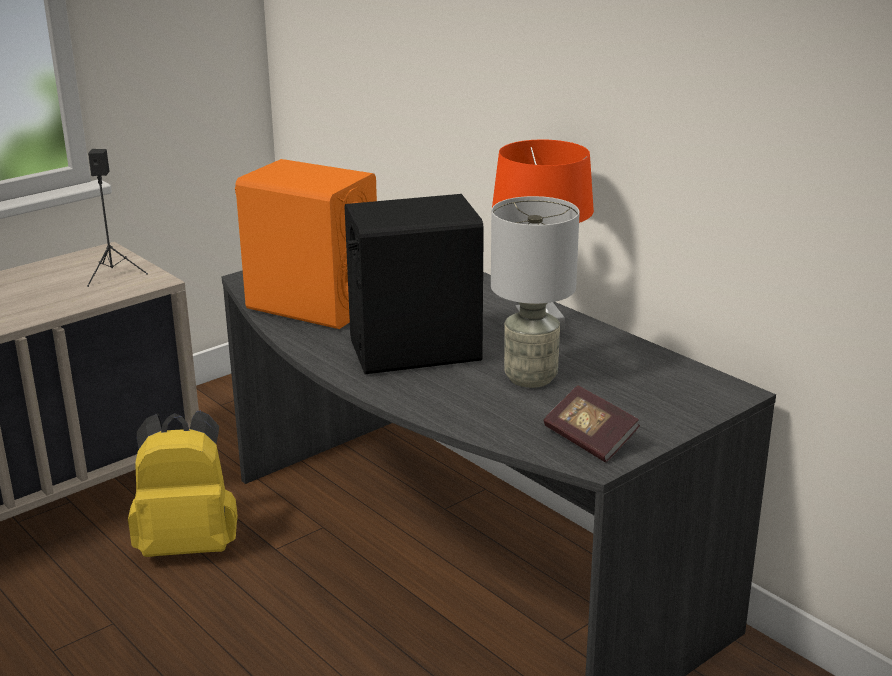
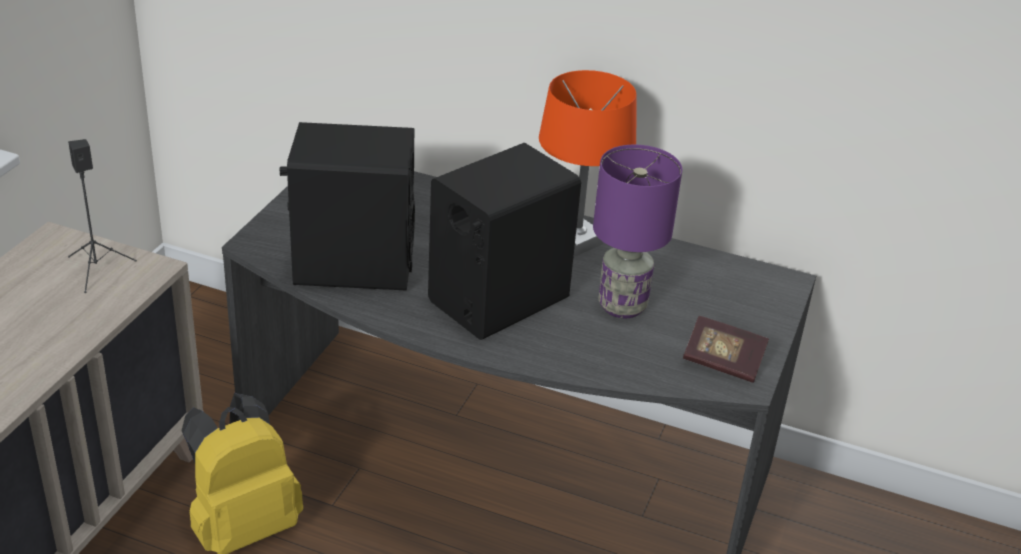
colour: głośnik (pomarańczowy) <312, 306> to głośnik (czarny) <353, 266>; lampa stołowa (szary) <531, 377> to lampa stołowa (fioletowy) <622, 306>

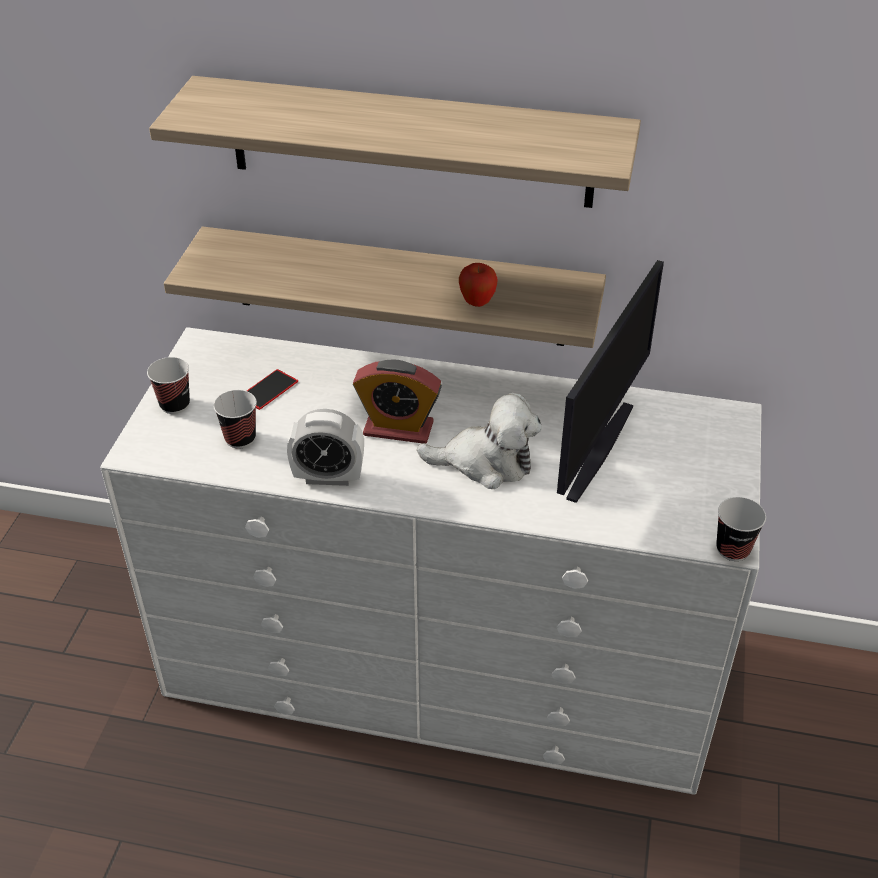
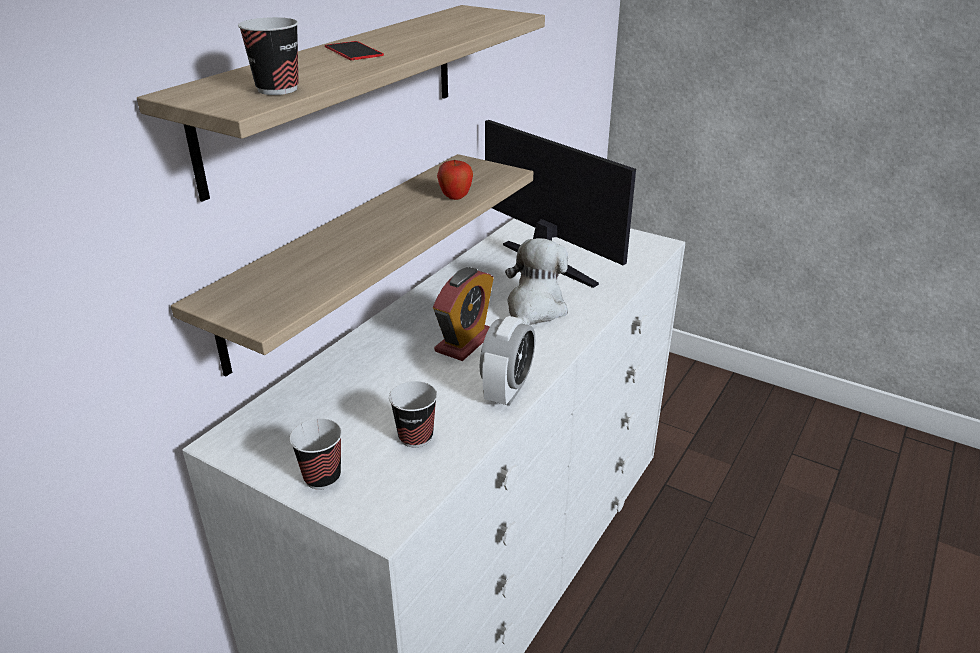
relocated: filiżanka <733, 549> to <277, 89>; telefon <268, 389> to <353, 51>

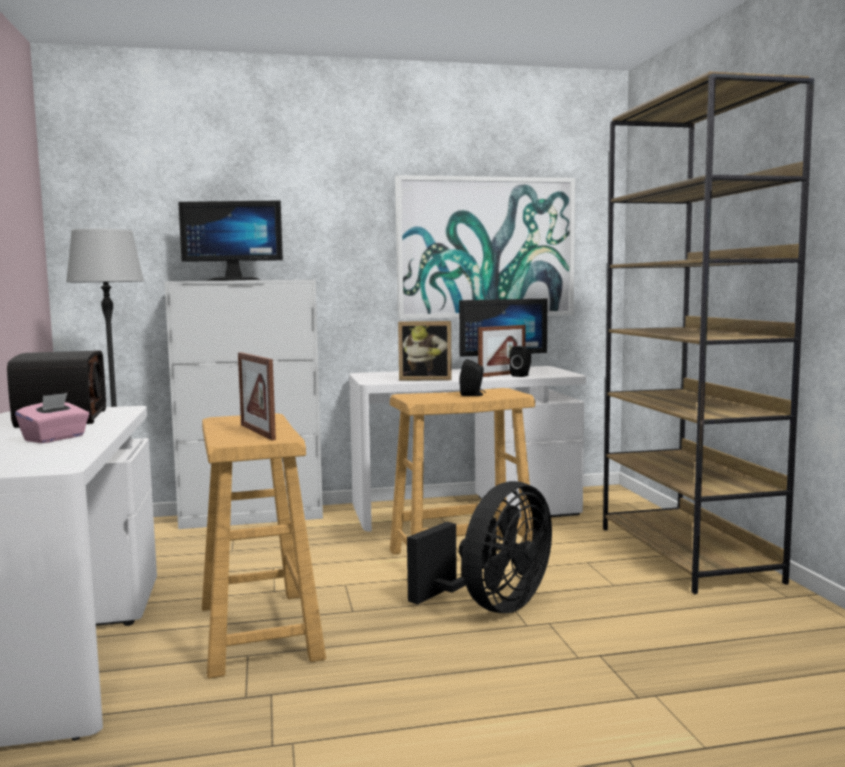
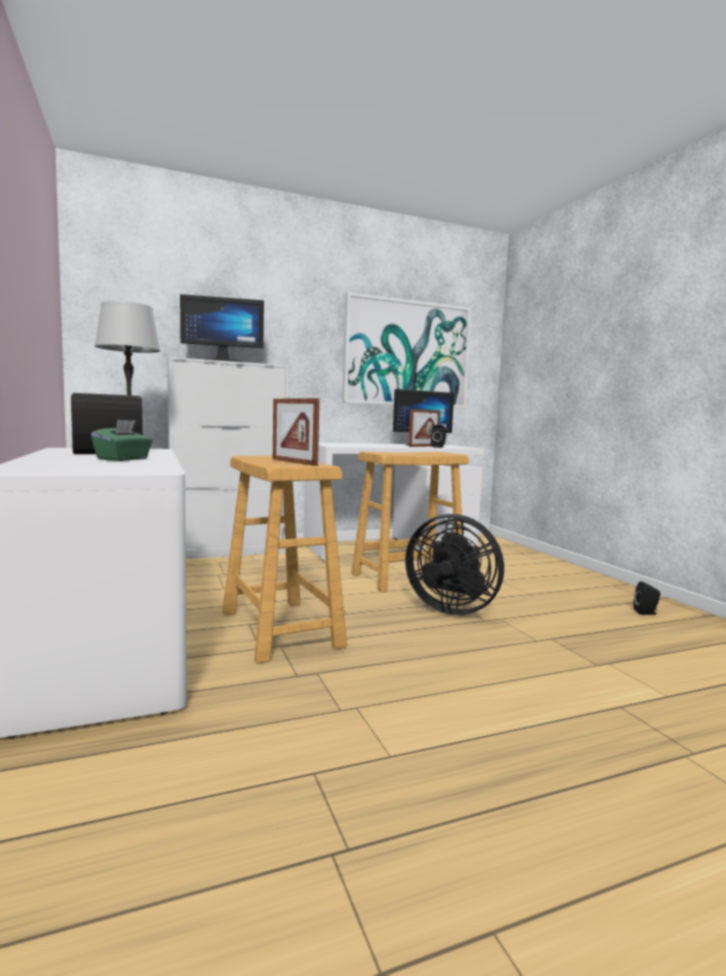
missing: ramka na zdjęcie <425, 379>; regał (brązowy) <687, 554>
relocated: głośnik (czarny) <473, 395> to <646, 613>
colour: pudełko chusteczek (różowy) <55, 438> to pudełko chusteczek (zielony) <123, 459>
spun: wentylator (czarny) <492, 606> = <451, 608> 90 degrees clockwise

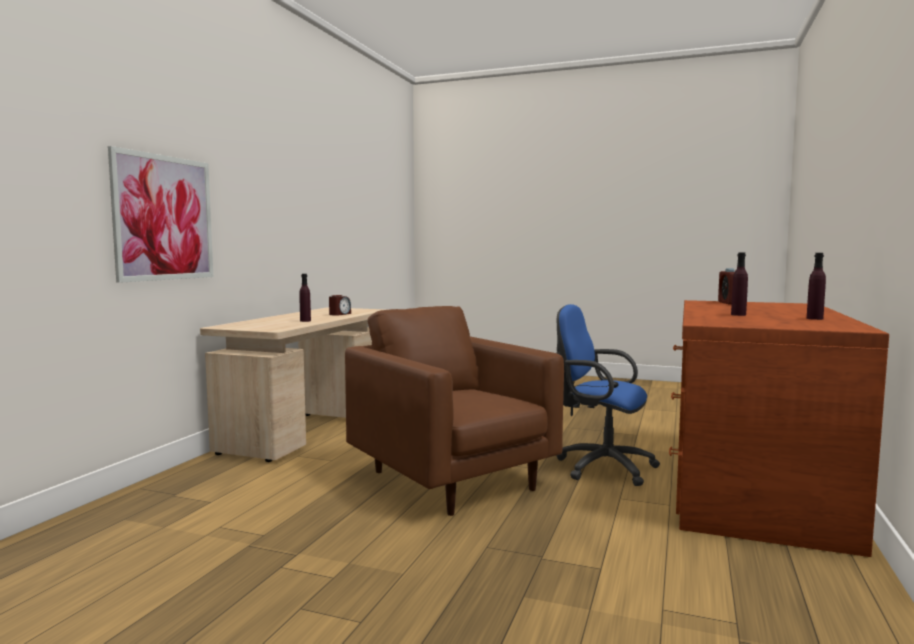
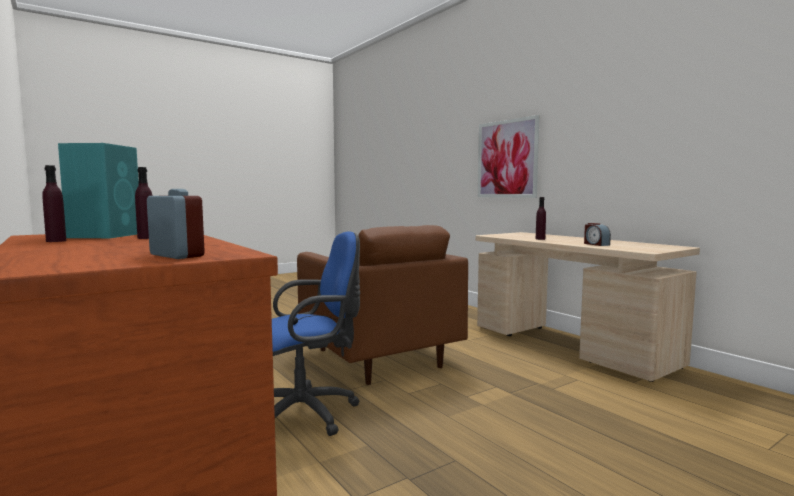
appeared: głośnik (turkusowy) <106, 235>
spun: fotel (brązowy) <453, 480> = <378, 358> 60 degrees clockwise

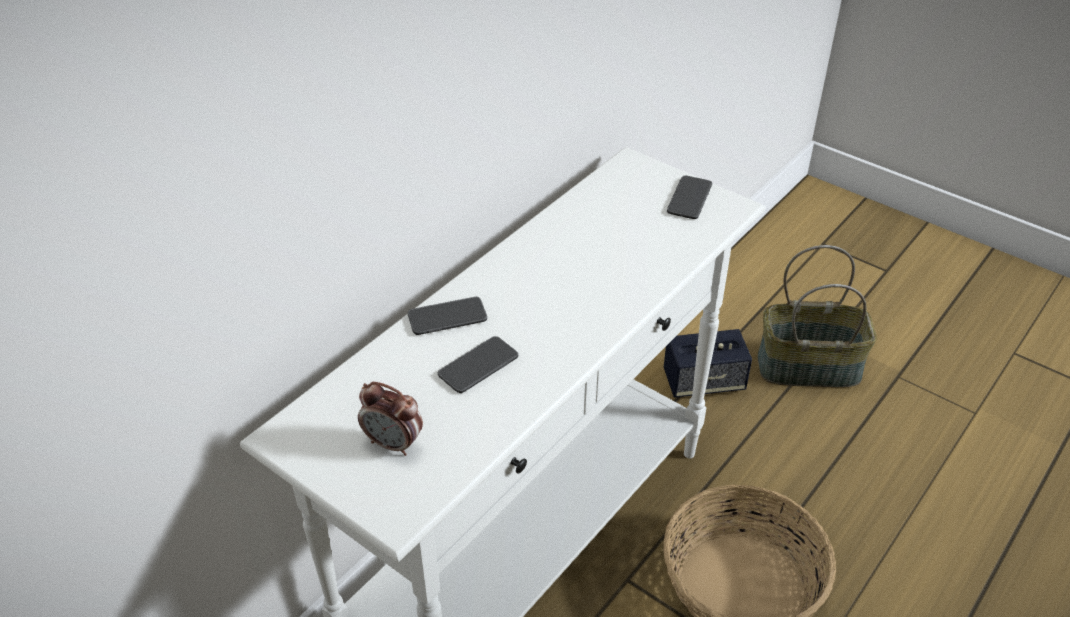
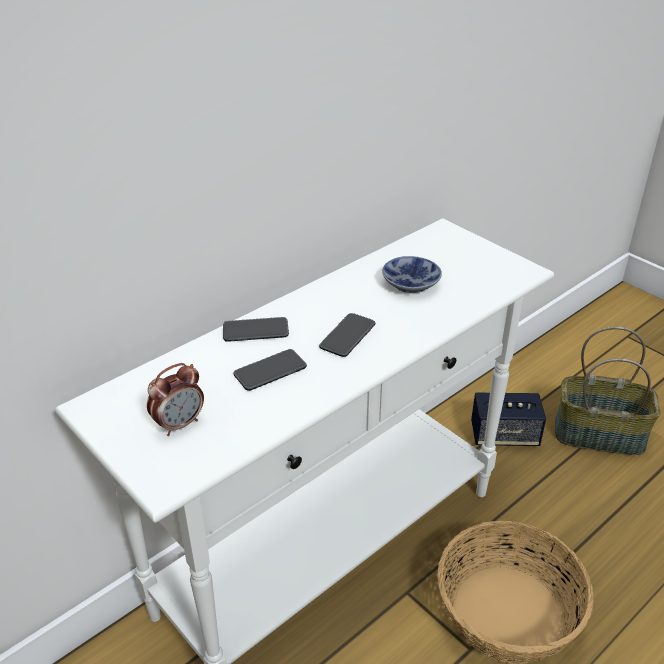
appeared: miska <413, 284>
relocated: telefon <689, 198> to <347, 336>
spun: budzik <393, 443> = <179, 424> 75 degrees counterclockwise

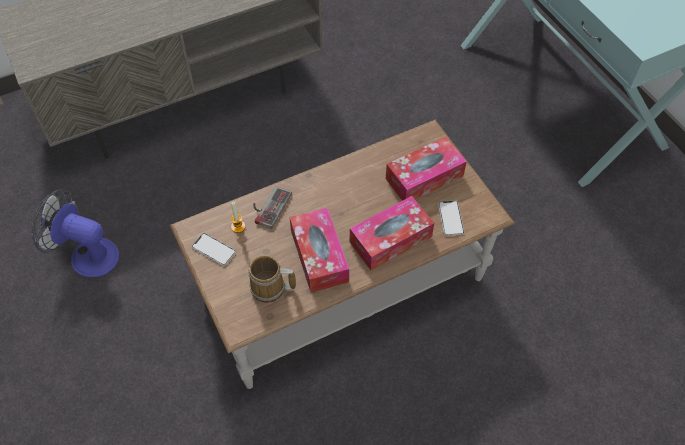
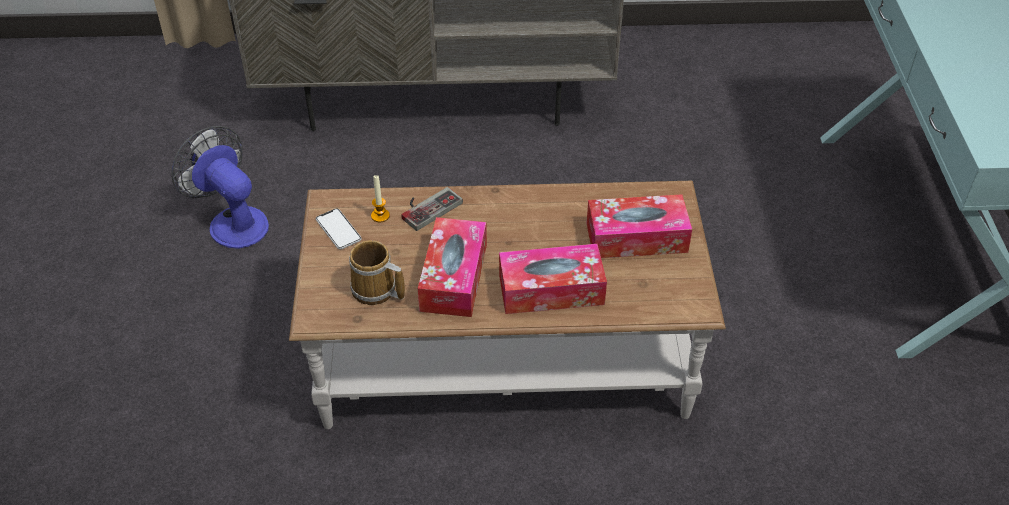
missing: telefon <450, 218>

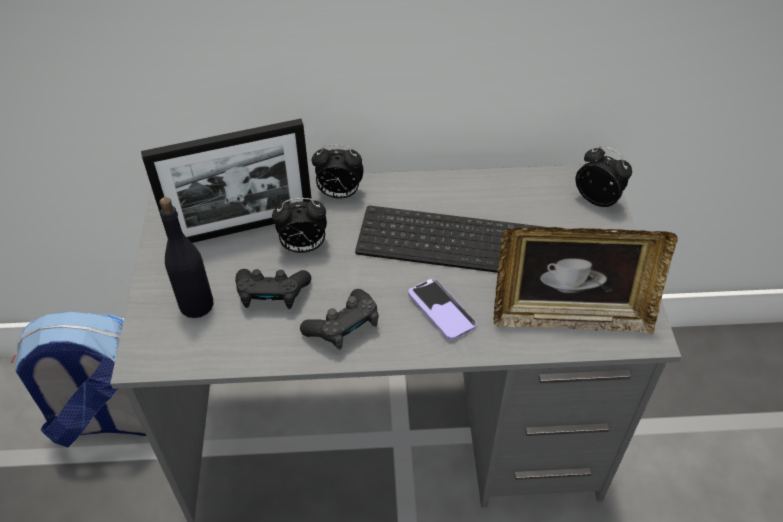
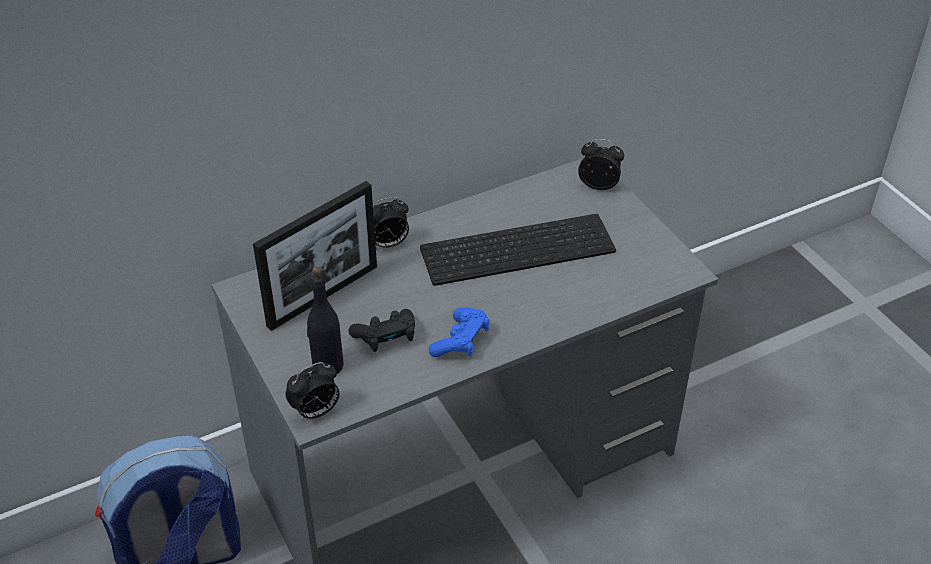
missing: telefon <441, 310>; ramka na zdjęcie <570, 317>
relocated: budzik <303, 247> to <315, 412>
colour: pad do gier (czarny) <344, 327> to pad do gier (niebieski) <461, 341>

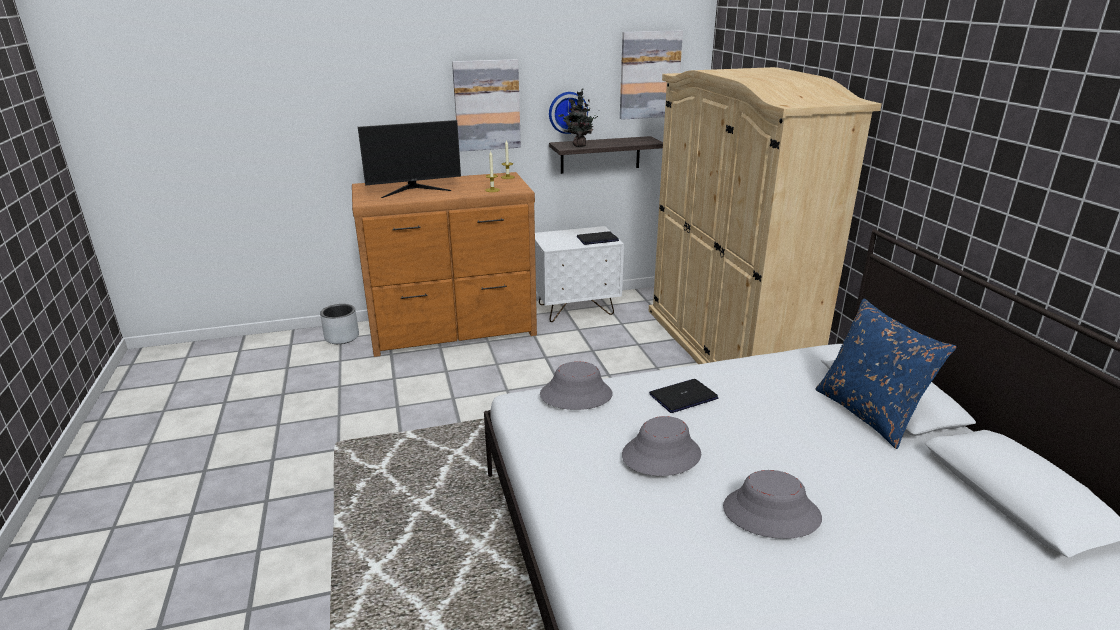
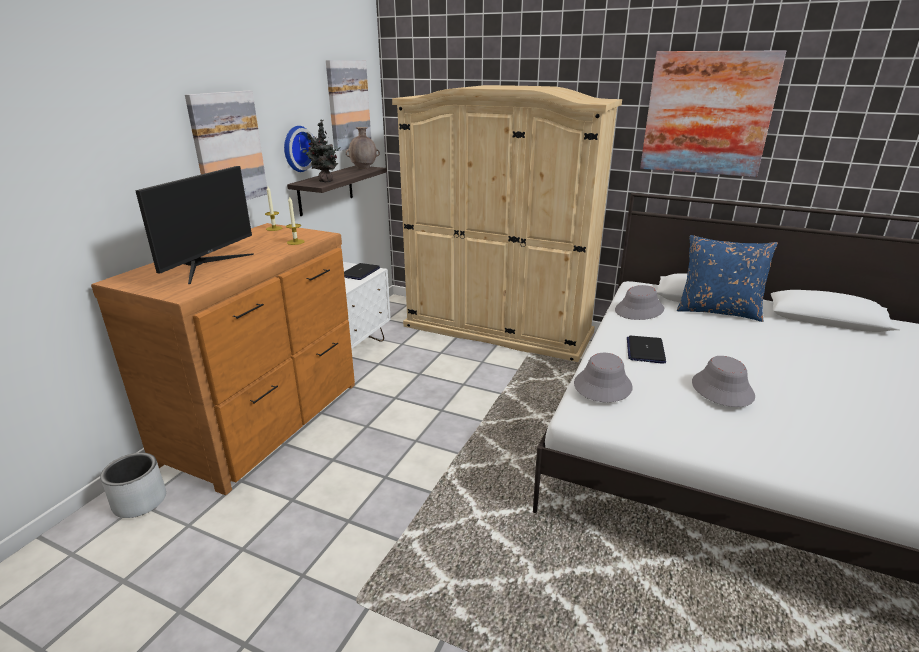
appeared: wazon (brązowy) <364, 168>; obraz <707, 114>
relocated: kapelusz (szary) <771, 513> to <639, 310>

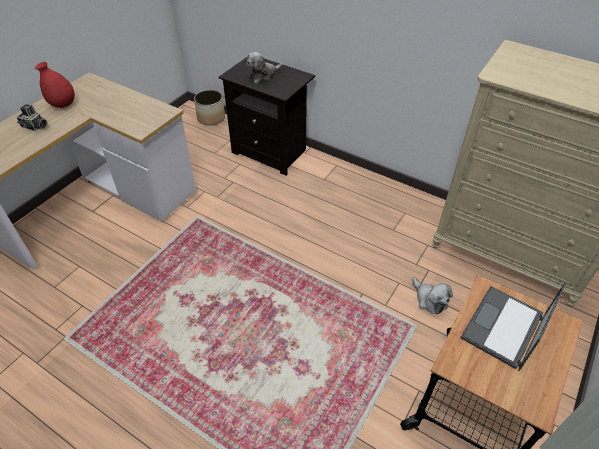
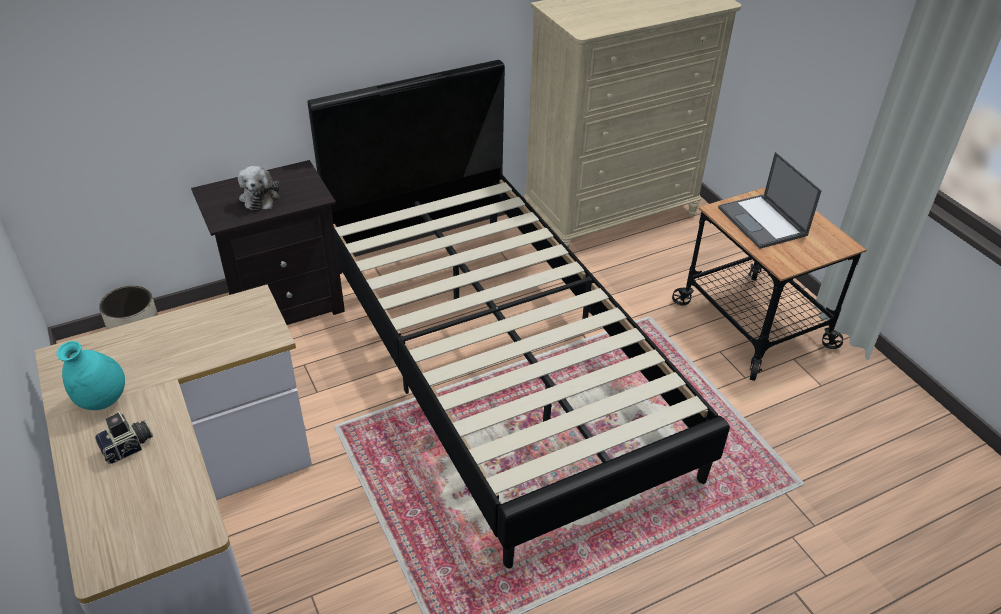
missing: pluszak <429, 300>
appeared: łóżko (czarny) <499, 362>
colour: wazon (czerwony) <63, 105> to wazon (turkusowy) <102, 401>

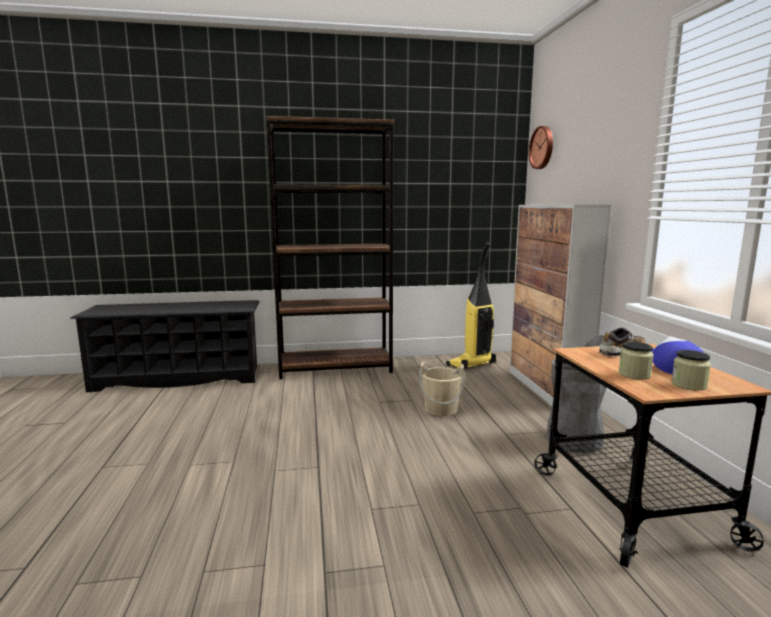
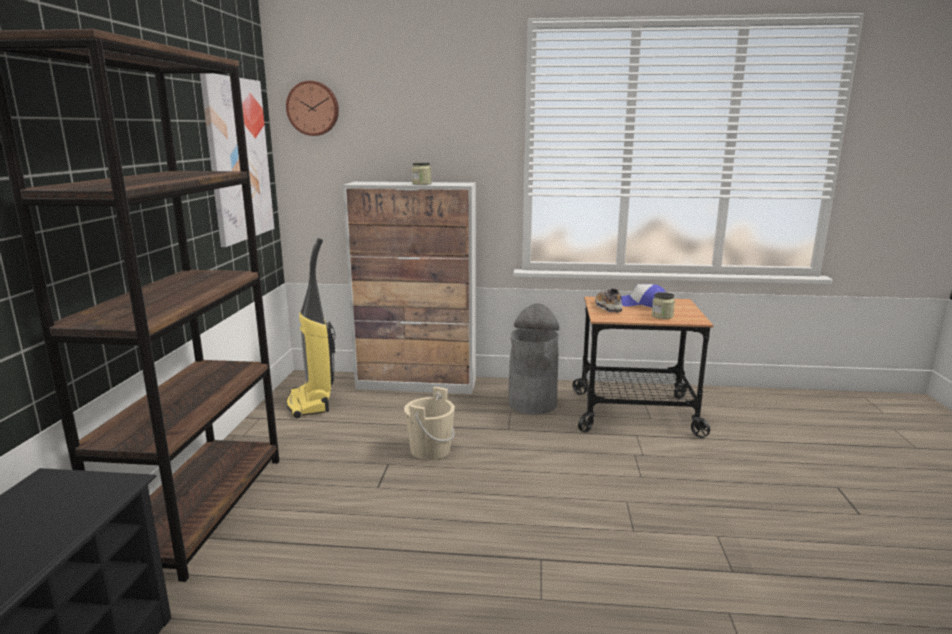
appeared: obraz <237, 160>
relocated: słoik <688, 385> to <421, 184>

